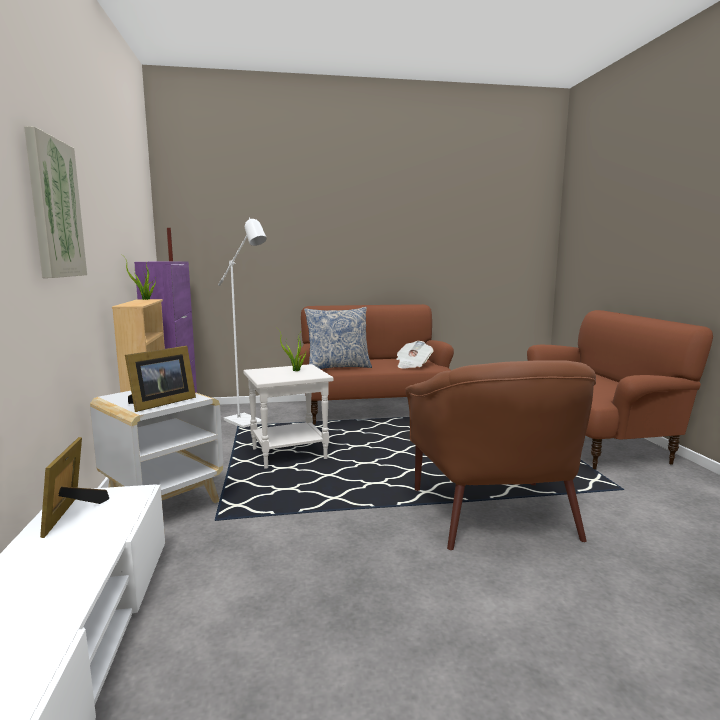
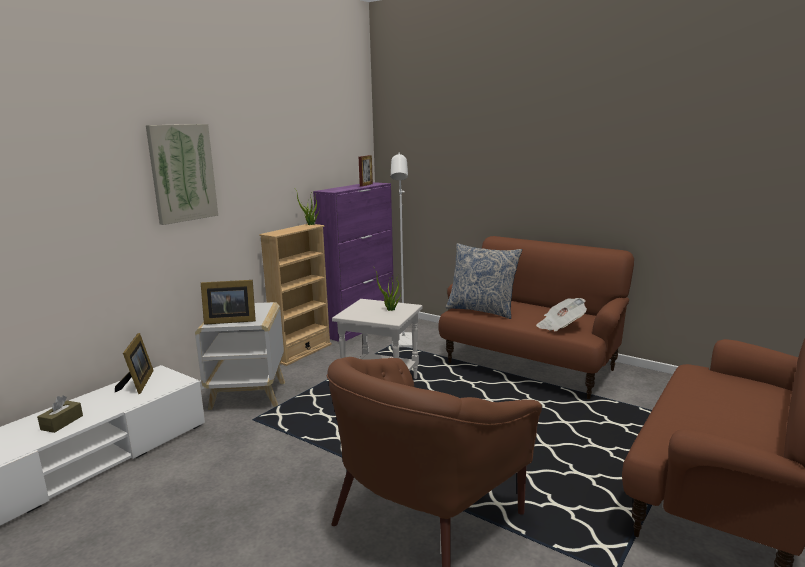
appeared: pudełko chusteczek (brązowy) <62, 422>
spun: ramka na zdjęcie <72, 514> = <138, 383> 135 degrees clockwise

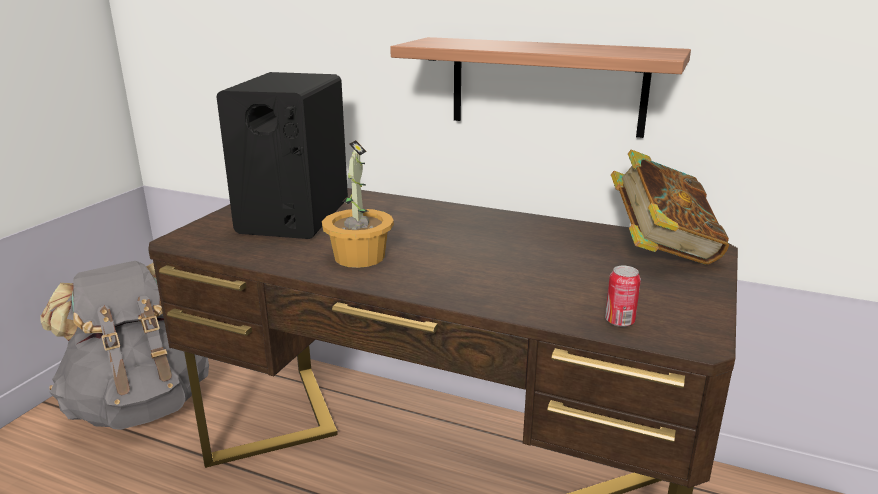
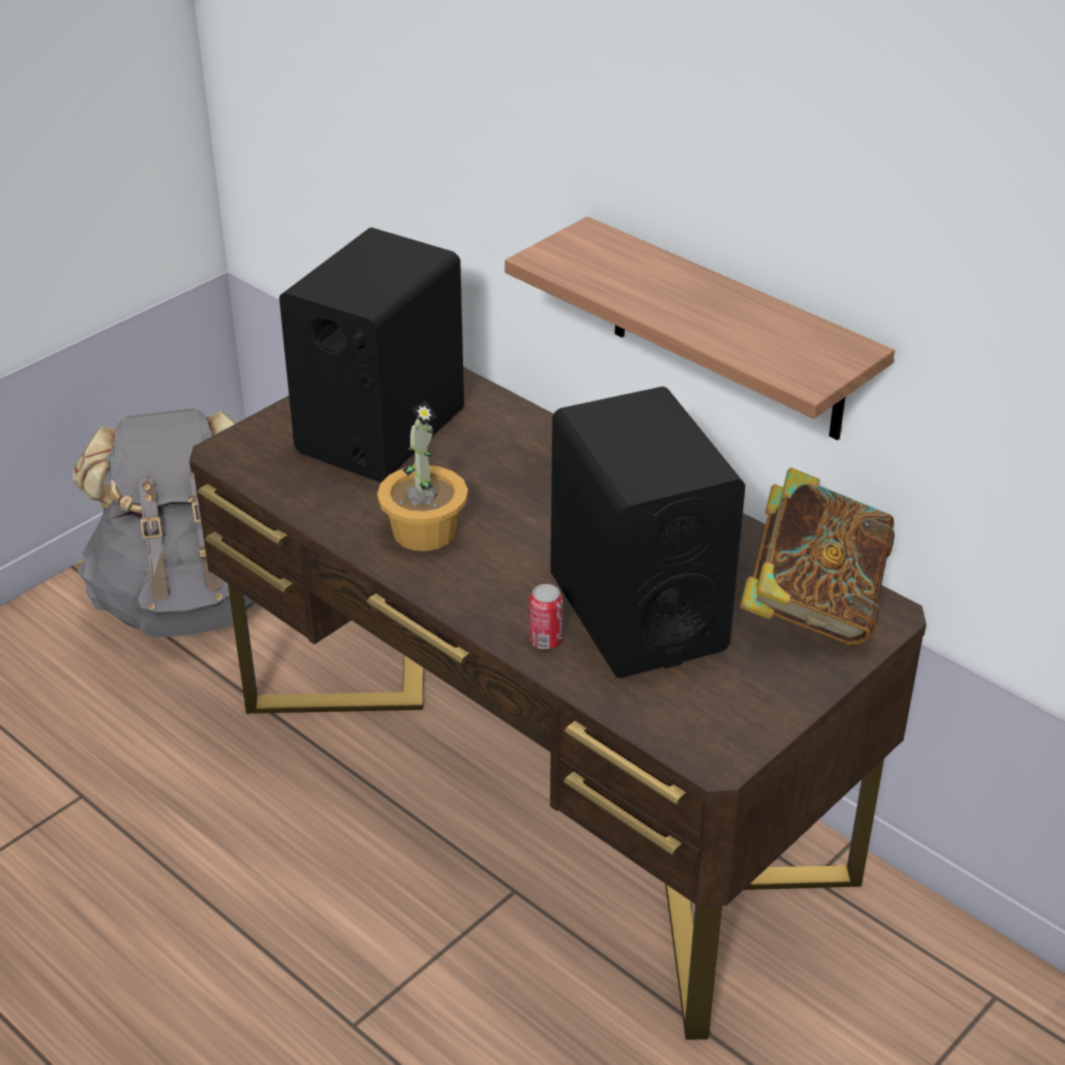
appeared: głośnik (czarny) <636, 612>
relocated: puszka <619, 321> to <545, 641>

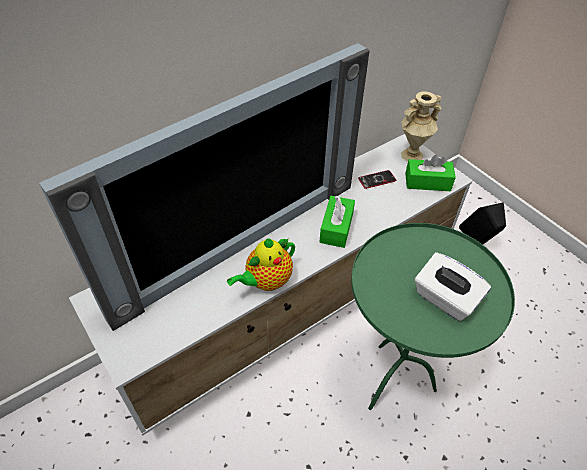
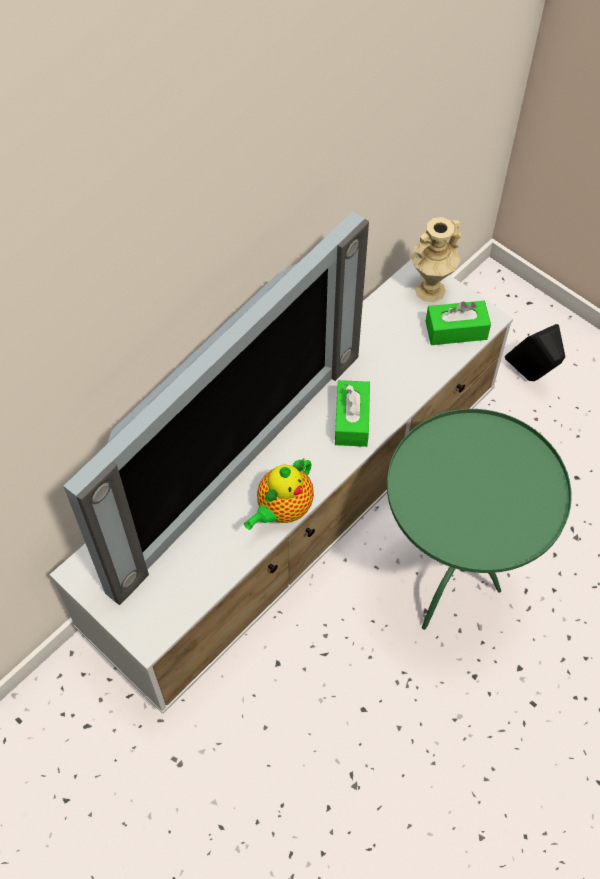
missing: telefon <377, 180>; pudełko chusteczek (biały) <445, 299>

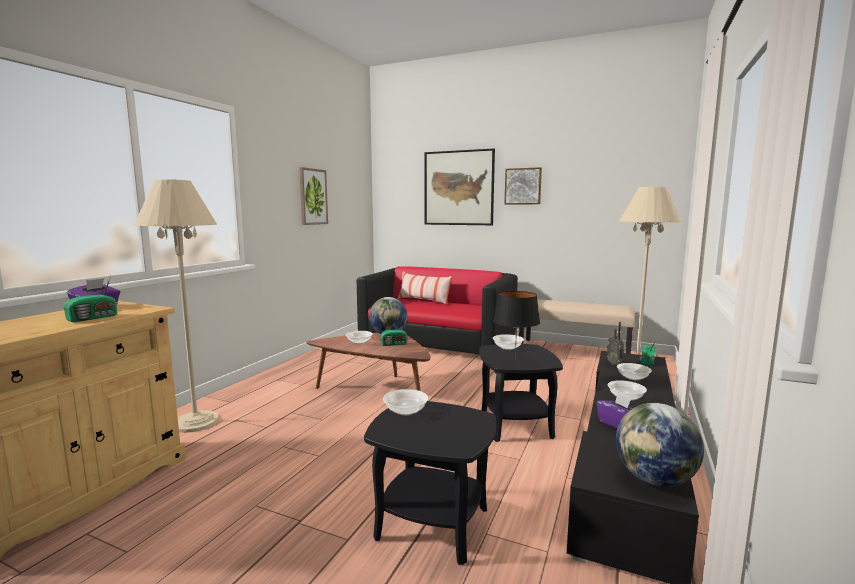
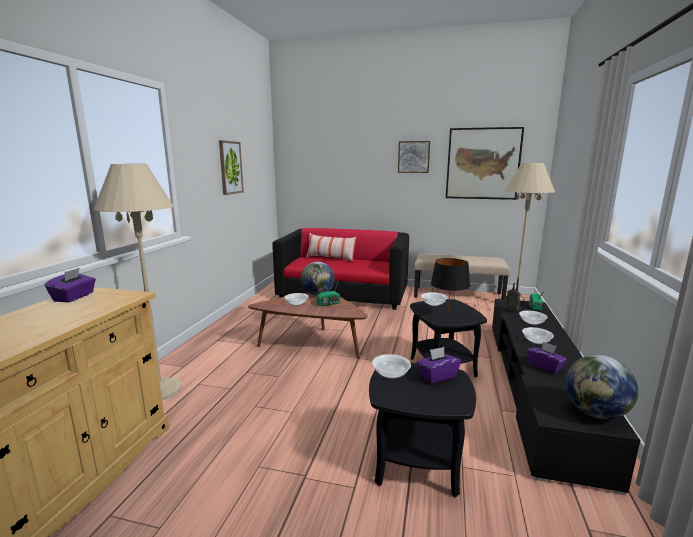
missing: radio <94, 318>
appeared: pudełko chusteczek (fioletowy) <437, 376>
relocated: obraz <458, 188> to <483, 164>

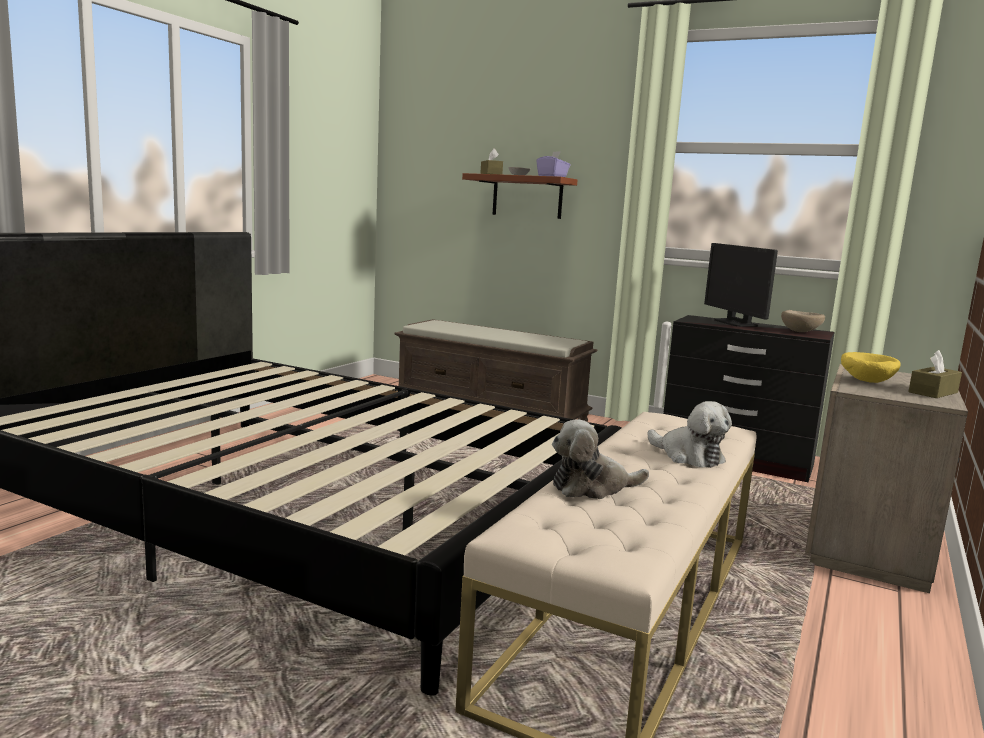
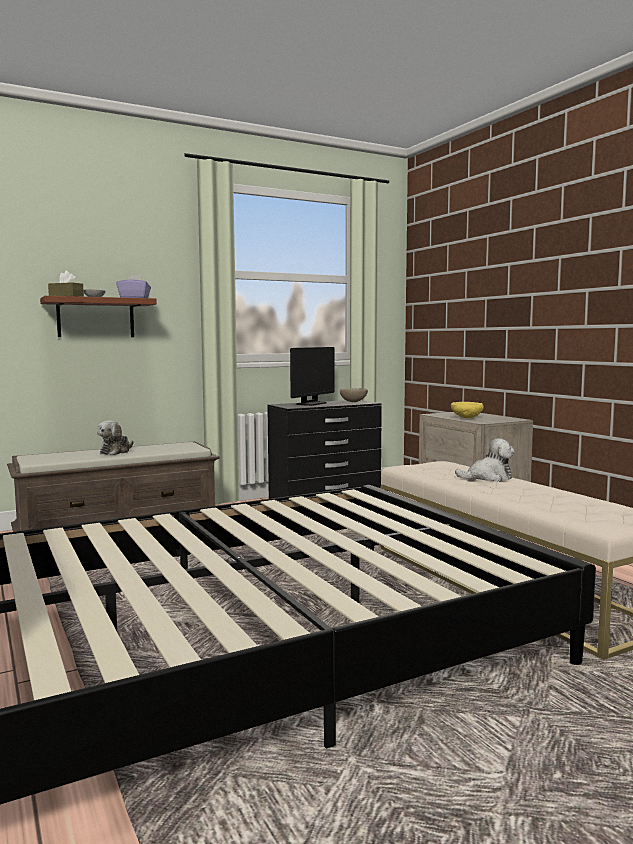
missing: pudełko chusteczek (brązowy) <933, 392>
relocated: pluszak <592, 487> to <116, 451>
spun: monitor <735, 323> = <311, 403> 75 degrees counterclockwise

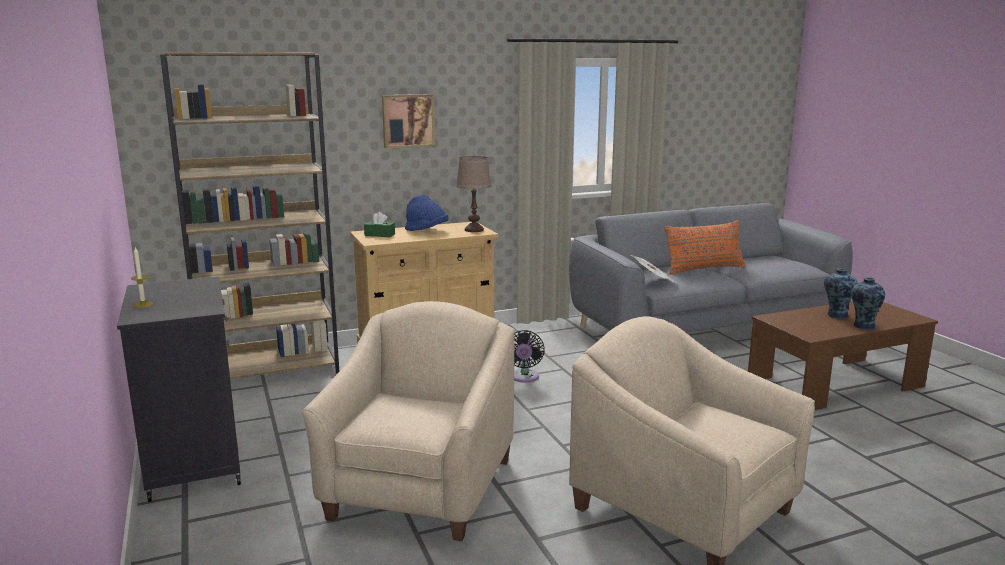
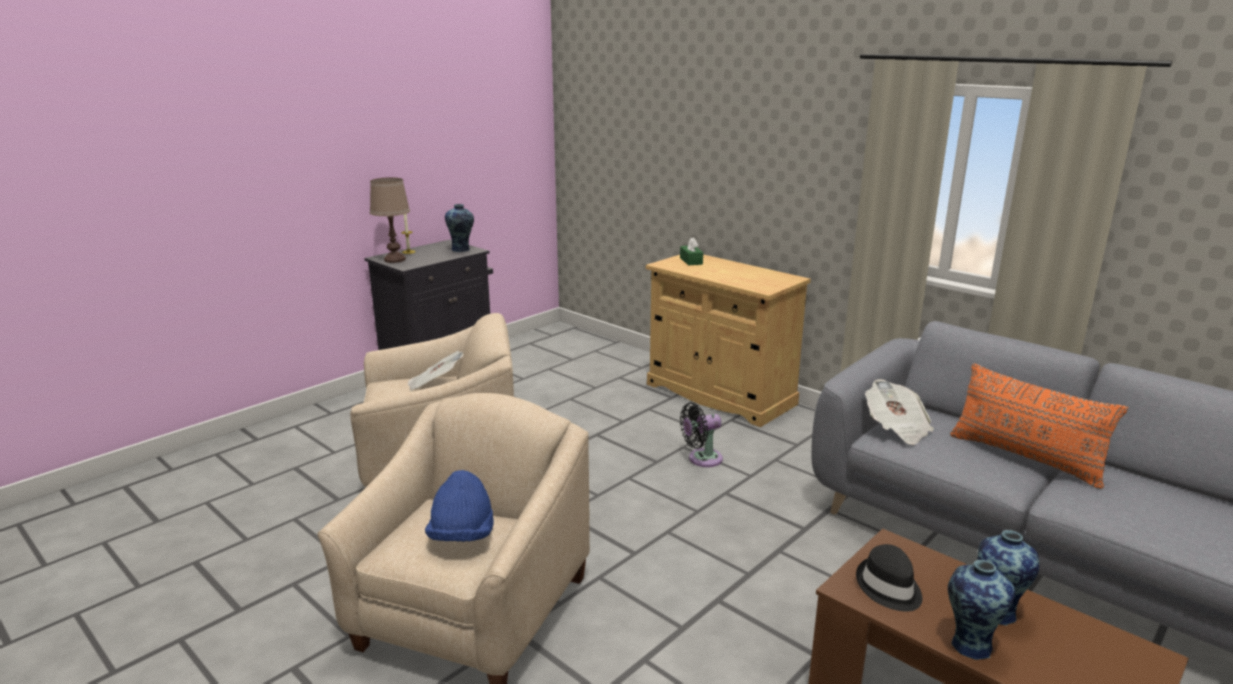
missing: regał (brązowy) <270, 370>; obraz <408, 120>
appeared: gazeta <435, 385>; wazon <461, 250>; kapelusz (czarny) <888, 588>
relocated: lampa stołowa (brązowy) <474, 230> to <394, 260>; kapelusz (niebieski) <426, 231> to <462, 536>

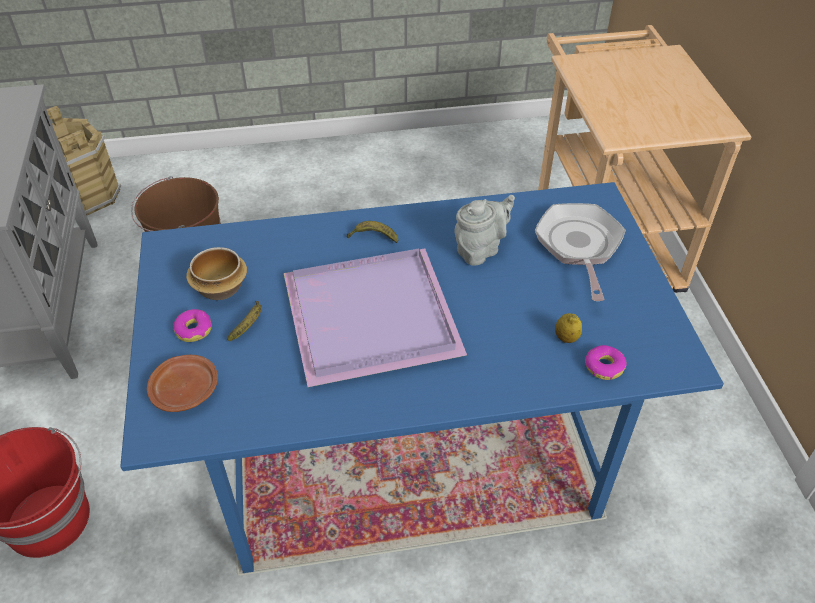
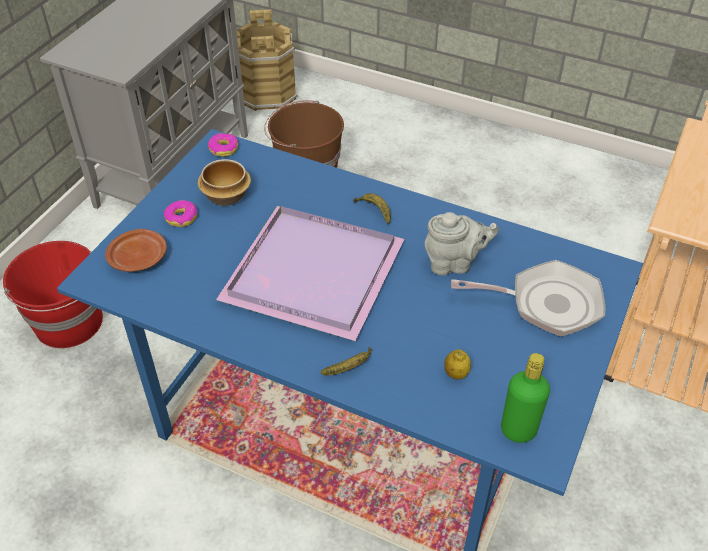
appeared: butelka (zielony) <518, 430>
relocated: donut <603, 366> to <224, 149>; banan <249, 325> to <350, 367>
spun: patelnia <579, 246> = <547, 303> 60 degrees clockwise

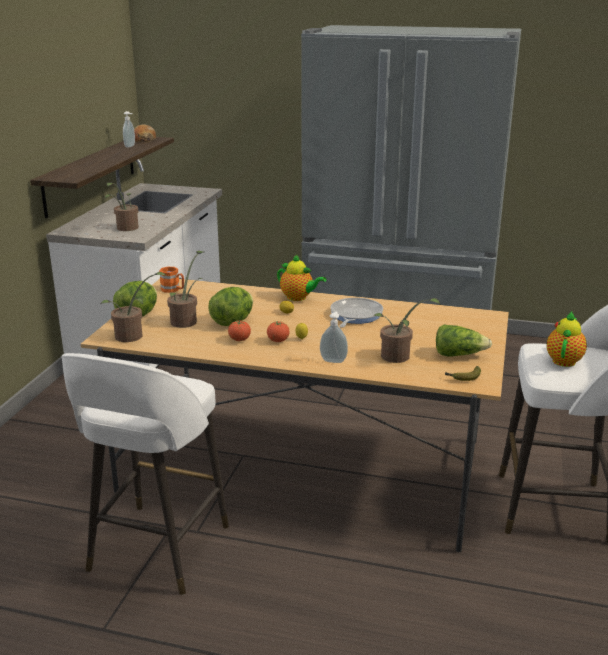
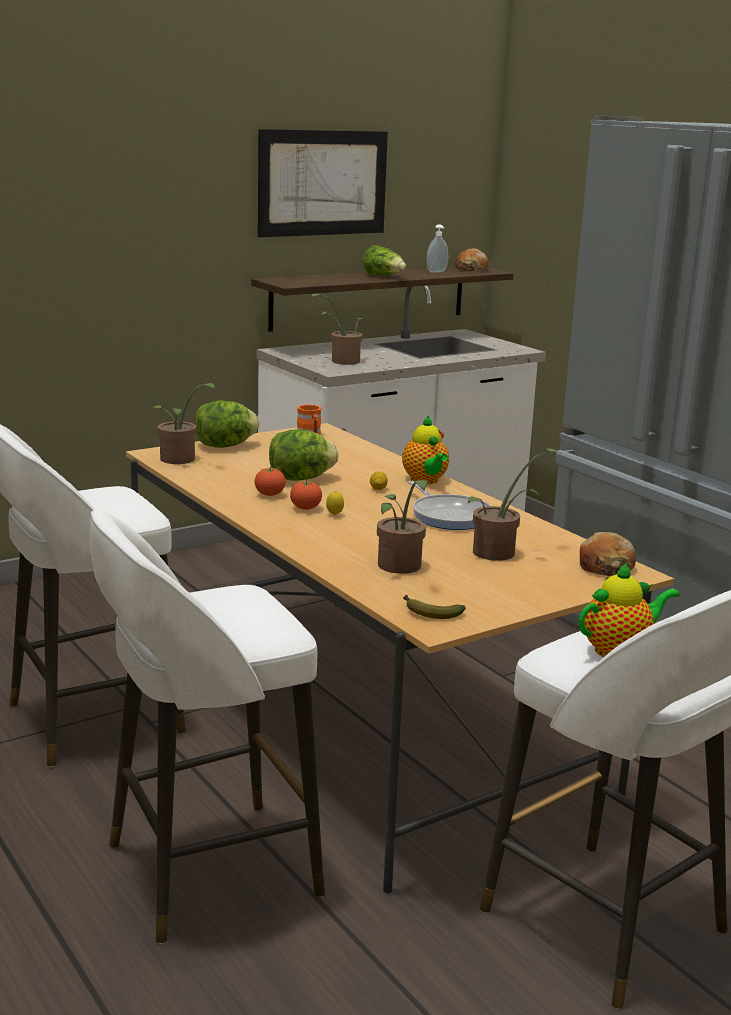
missing: dozownik mydła <333, 360>
appeared: stołek (biały) <206, 871>; obraz <323, 183>; chleb <605, 566>
relocated: sałata <459, 355> to <384, 276>; roślina doniczkowa <187, 321> to <500, 552>
spun: patelnia <355, 316> = <449, 516> 90 degrees clockwise

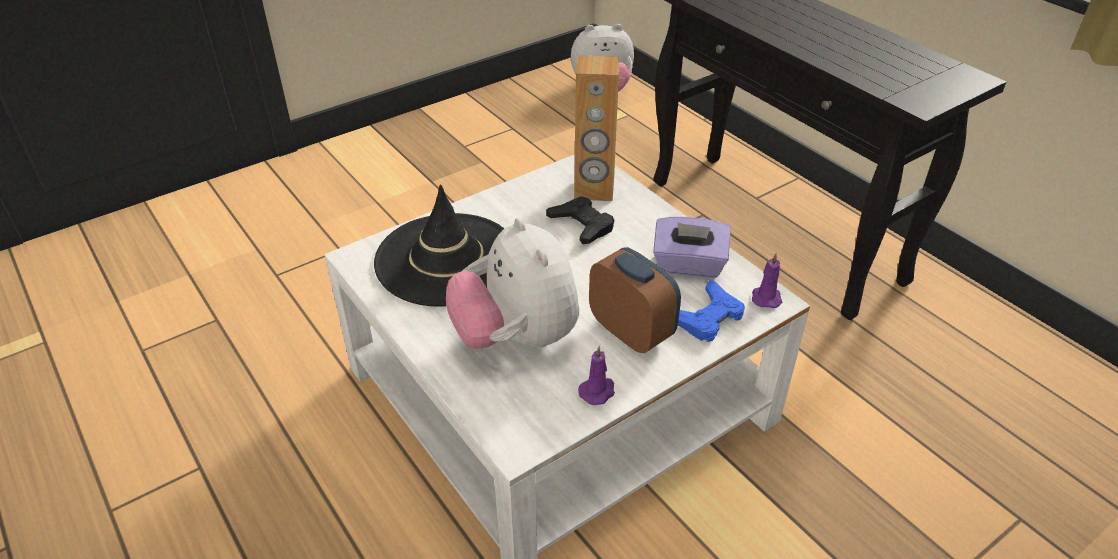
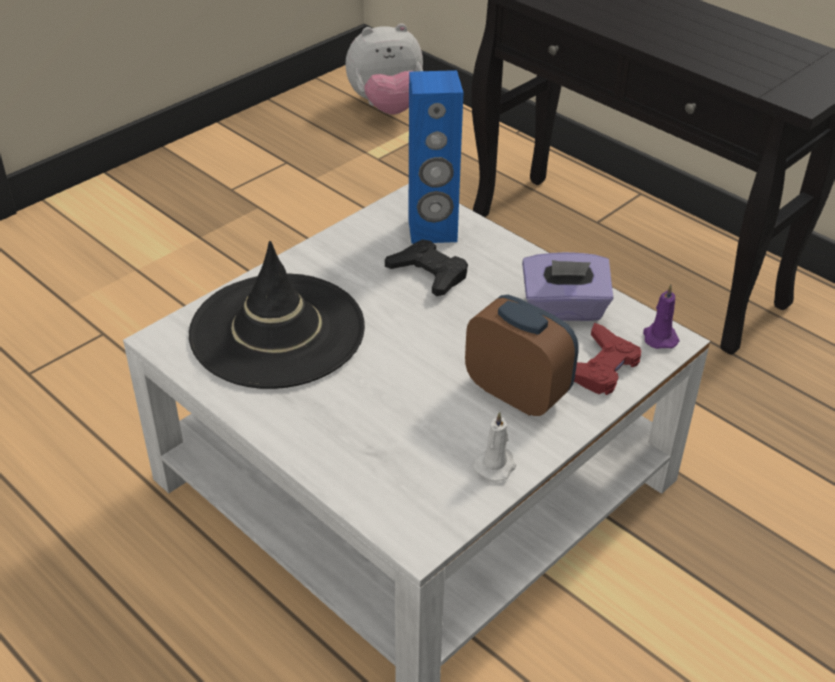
missing: pluszak <516, 337>
colour: głośnik (brązowy) <594, 190> to głośnik (niebieski) <432, 231>; świeca (fioletowy) <598, 391> to świeca (biały) <496, 465>; pad do gier (niebieski) <707, 317> to pad do gier (czerwony) <599, 367>

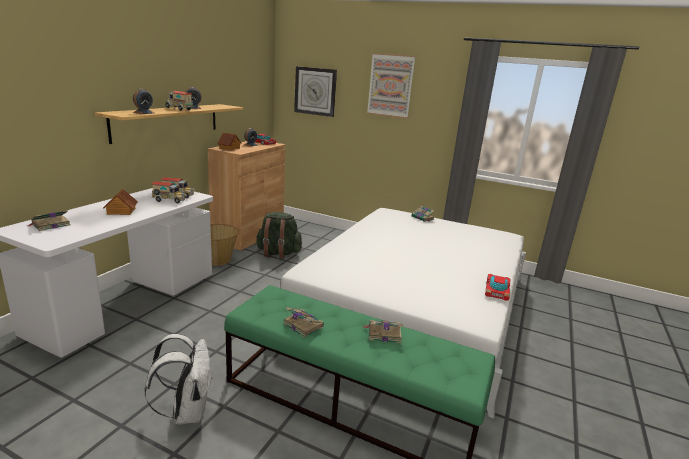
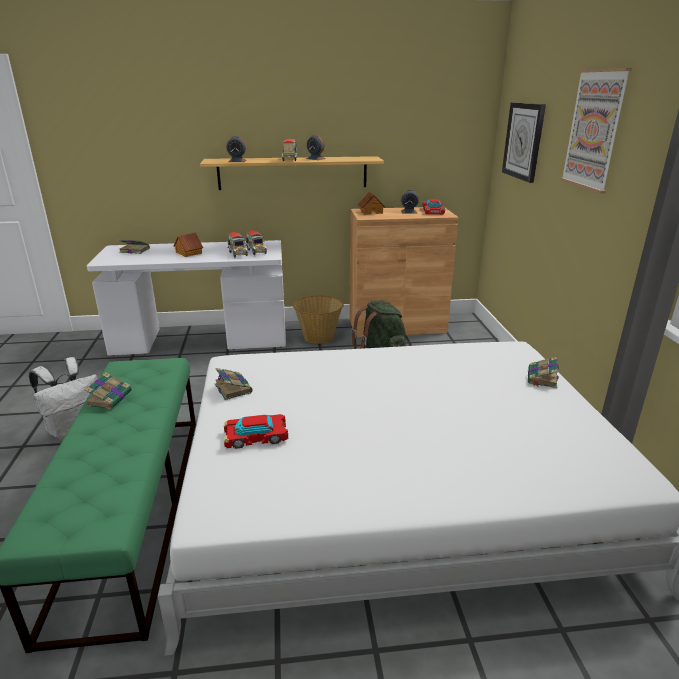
relocated: książka <383, 333> to <233, 388>; samochodzik <497, 290> to <256, 437>

